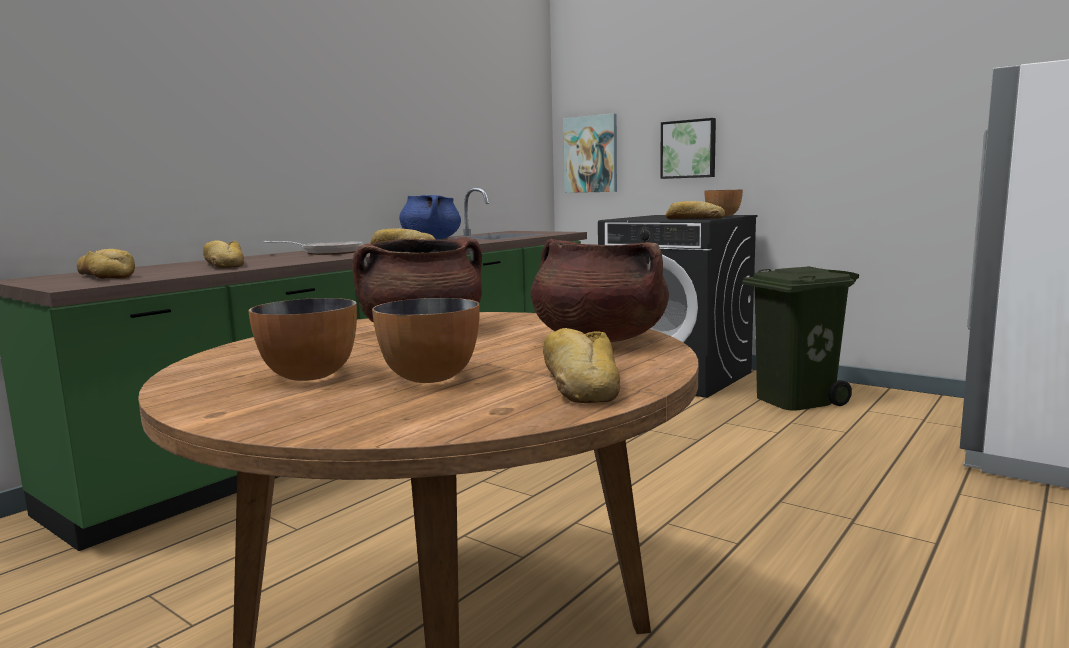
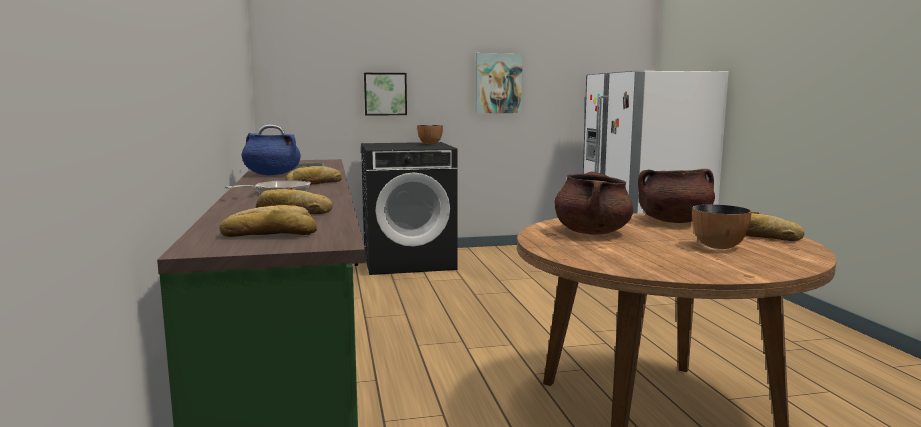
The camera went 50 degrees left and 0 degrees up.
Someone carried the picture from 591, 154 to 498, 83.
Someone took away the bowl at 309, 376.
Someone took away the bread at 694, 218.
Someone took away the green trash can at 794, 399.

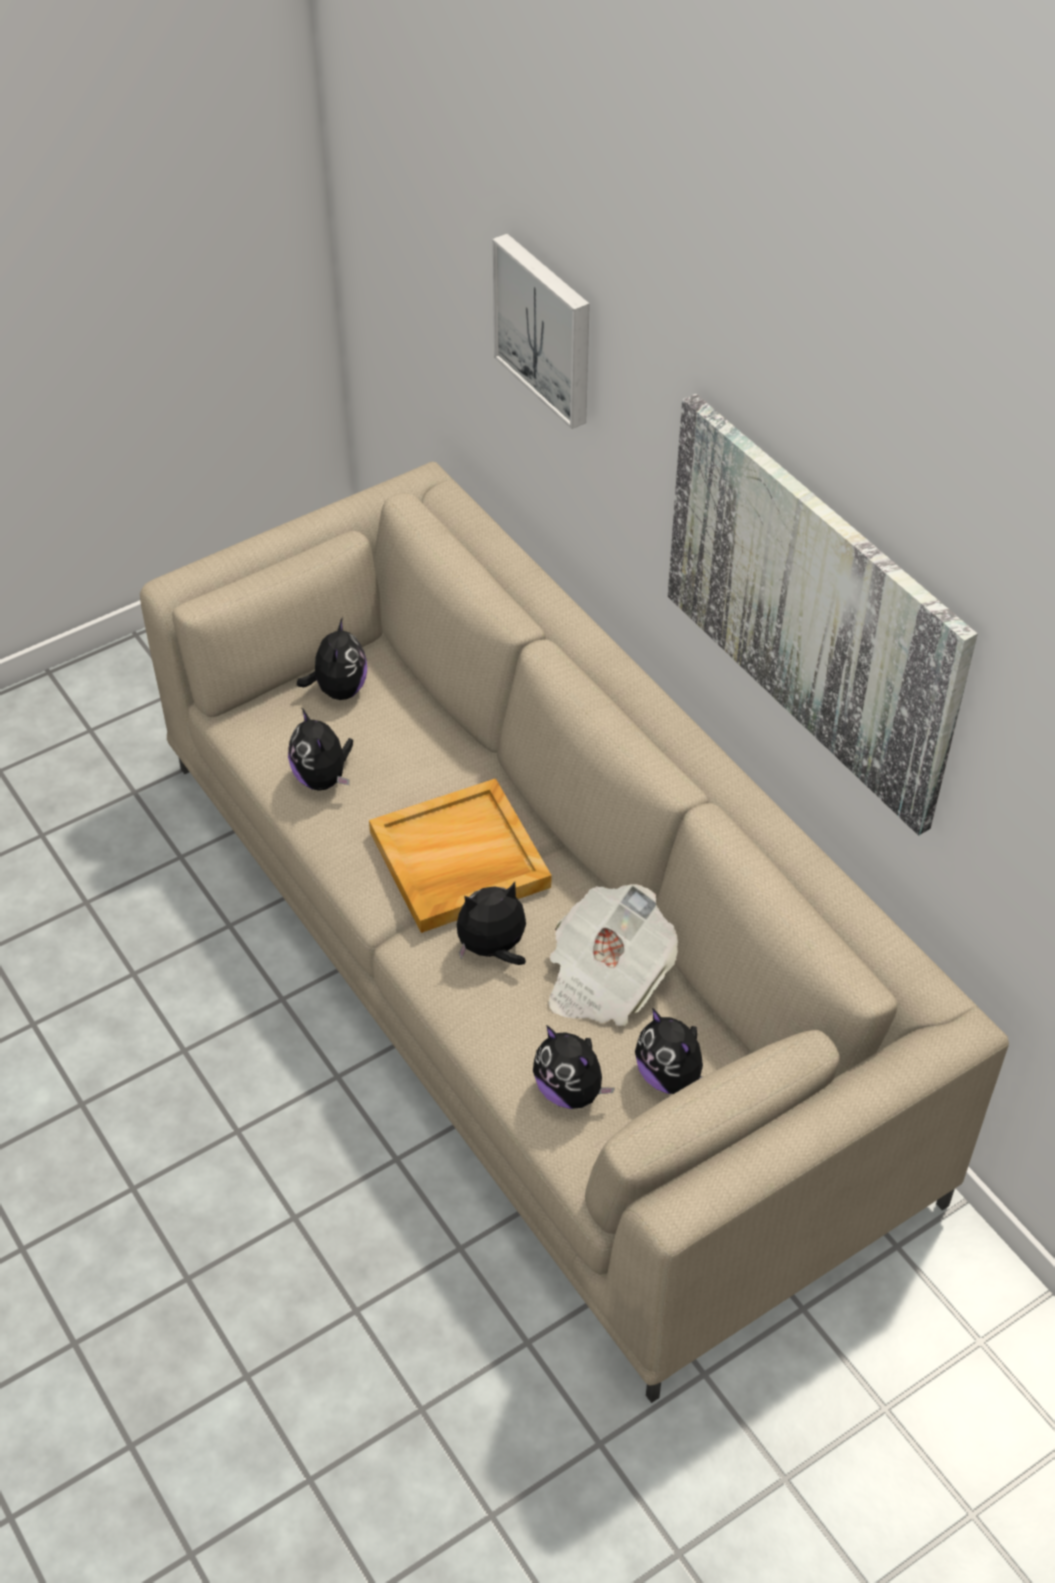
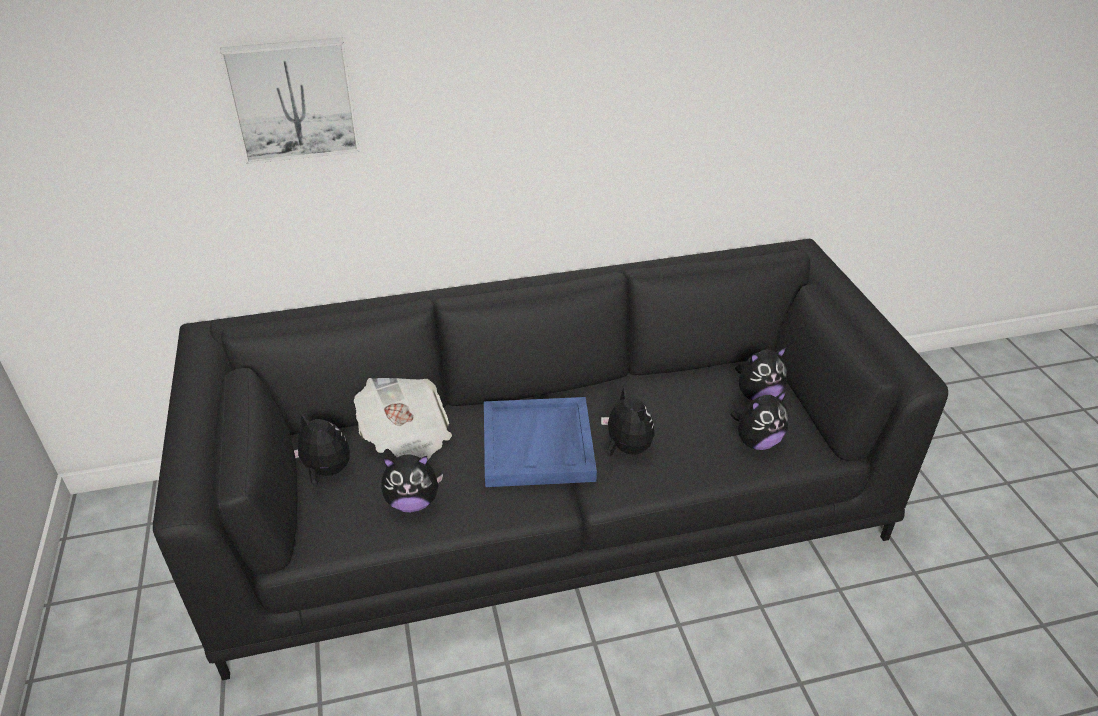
The camera went 70 degrees left and 10 degrees down.
Someone repainted the beige sofa at 529, 969, which became the black sofa at 549, 507.
Someone carried the newspaper from 605, 978 to 406, 437.
Someone repainted the beige tray at 458, 861, which became the blue tray at 539, 446.
Someone rotated the plush toy at 493, 949 by 150 degrees clockwise.
Someone took away the picture at 812, 609.

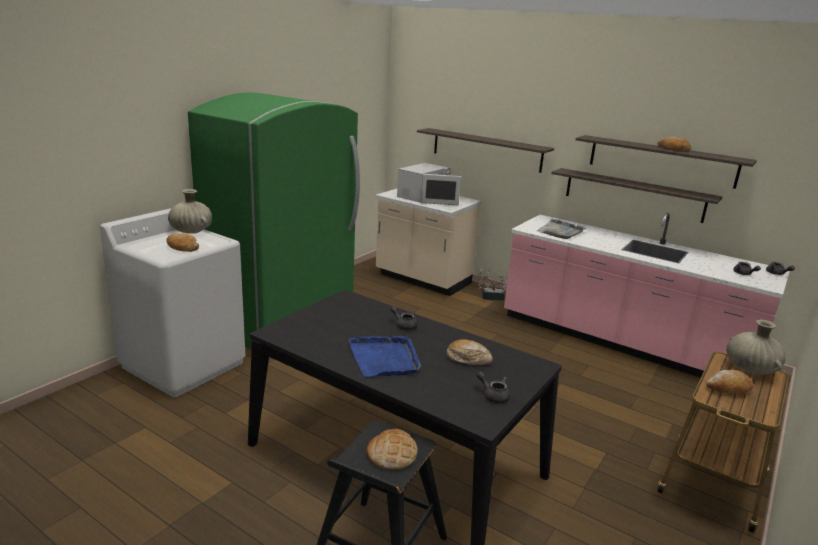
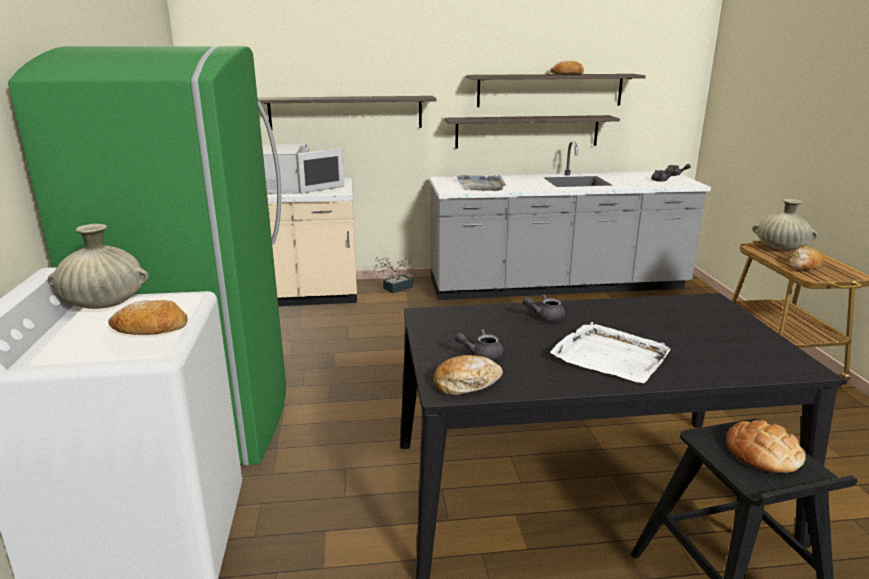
The camera went 40 degrees left and 0 degrees up.
Someone repainted the pink counter at 622, 342, which became the grey counter at 557, 285.
Someone carried the bread from 468, 359 to 467, 383.
Someone carried the grey teapot from 493, 395 to 481, 355.
Someone repainted the blue tray at 385, 358, which became the white tray at 610, 356.

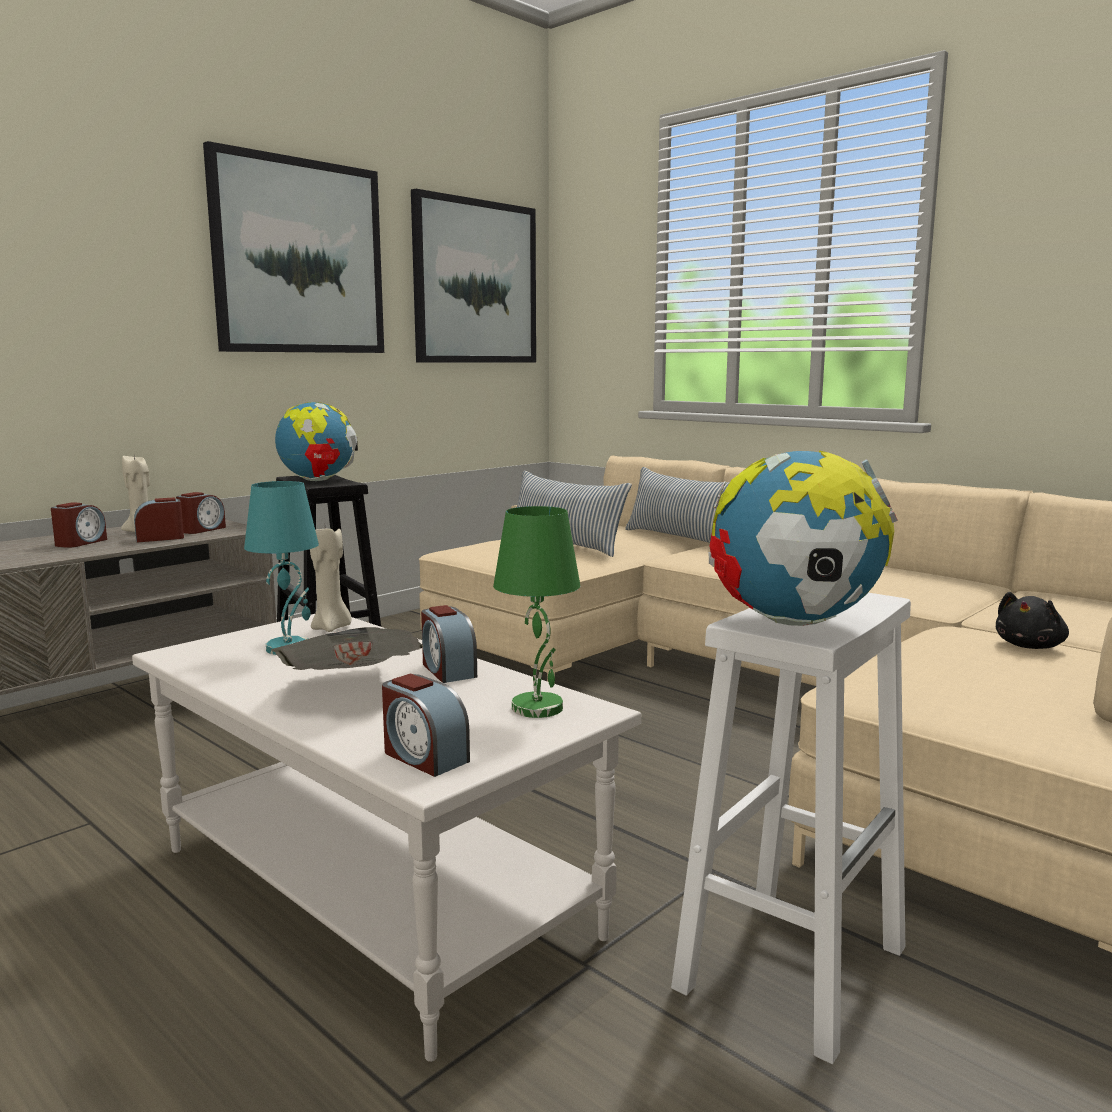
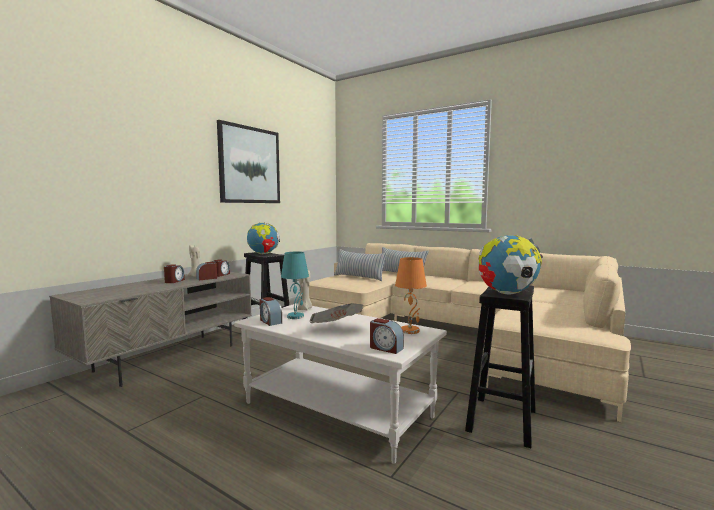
The camera went 10 degrees left and 5 degrees down.
Someone carried the alarm clock from 447, 670 to 270, 321.
Someone repainted the green table lamp at 539, 708, which became the orange table lamp at 410, 331.
Someone repainted the white stool at 793, 965, which became the black stool at 501, 419.
Someone took away the picture at 475, 282.
Someone took away the black plush toy at 1030, 646.

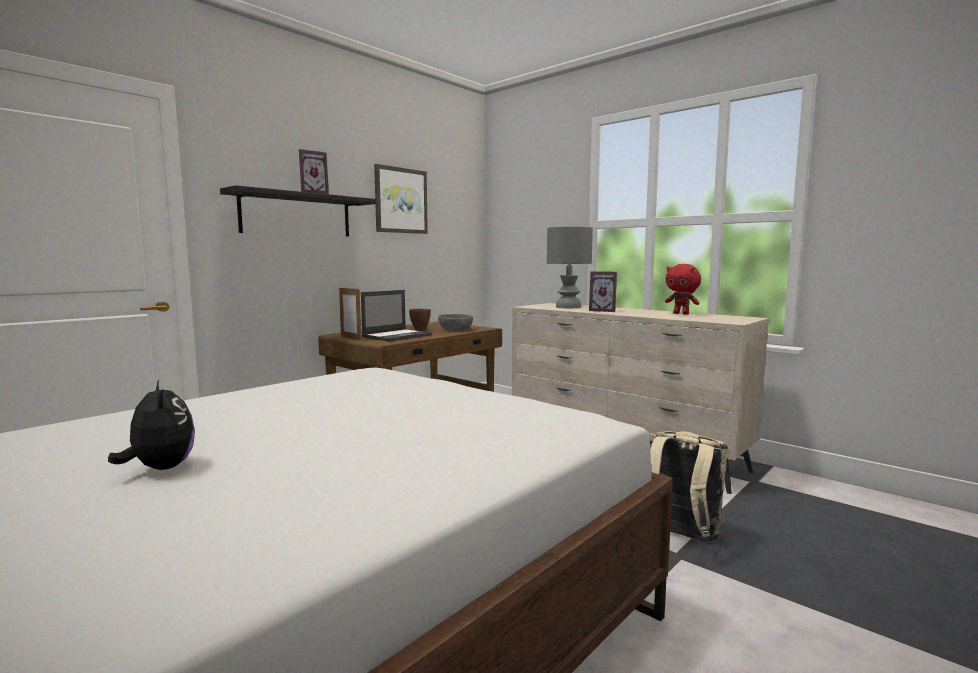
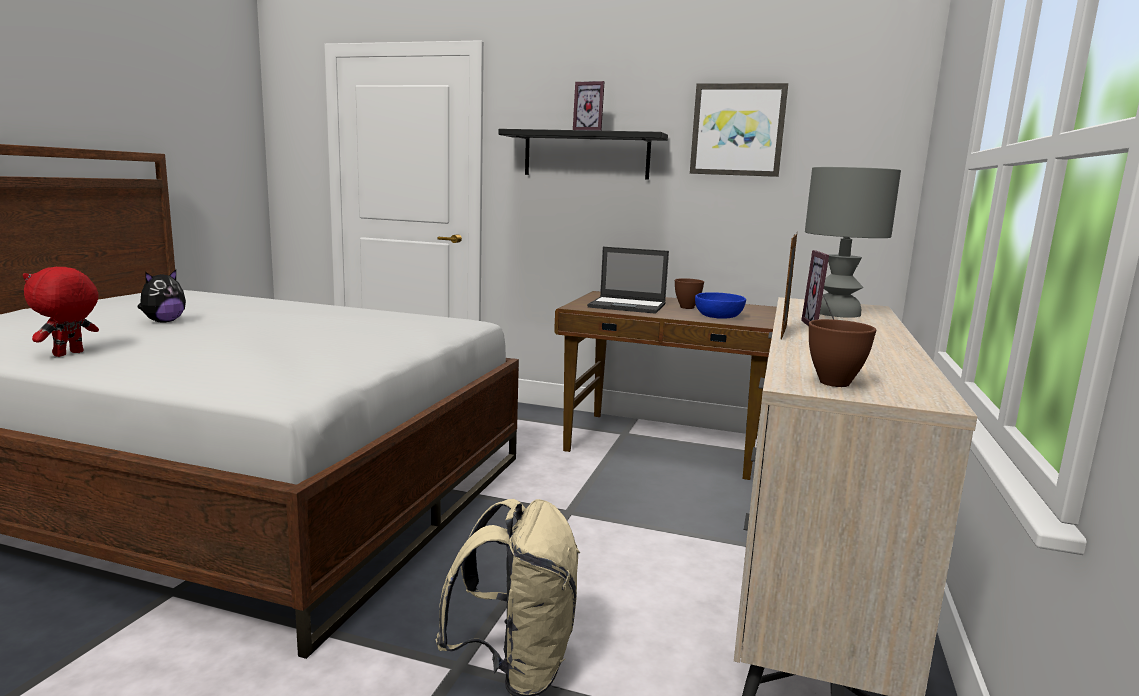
The camera went 65 degrees right and 5 degrees up.
Someone carried the red plush toy from 681, 314 to 69, 354.
Someone repainted the grey bowl at 456, 329, which became the blue bowl at 718, 316.
Someone carried the picture frame from 351, 338 to 783, 332.
Someone put down the brown bowl at 833, 383.

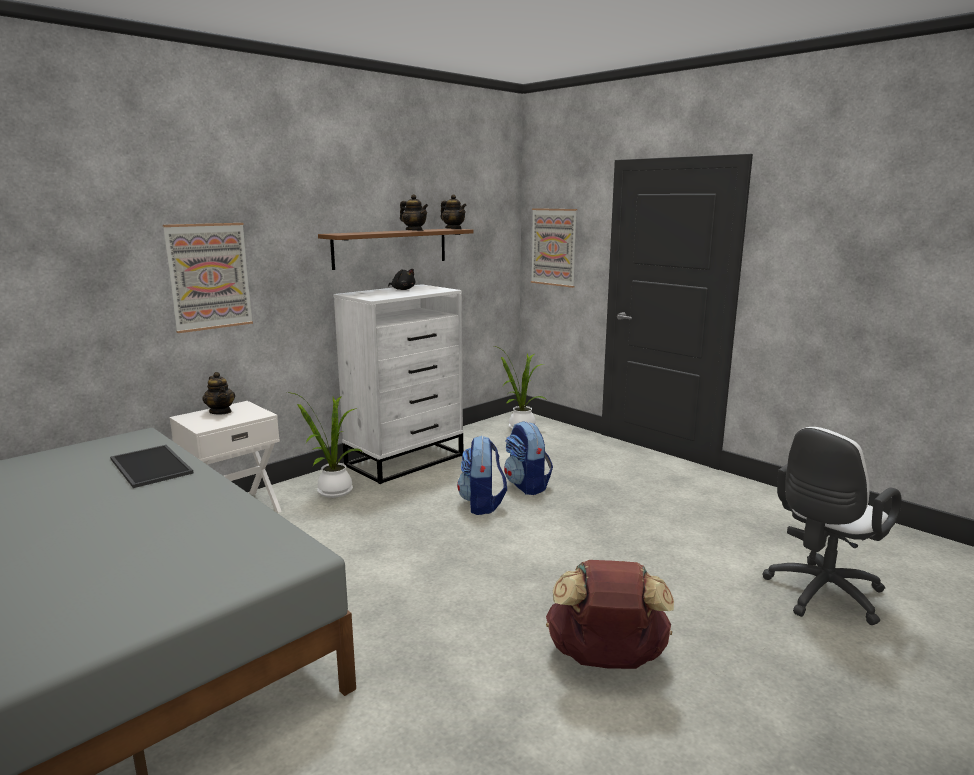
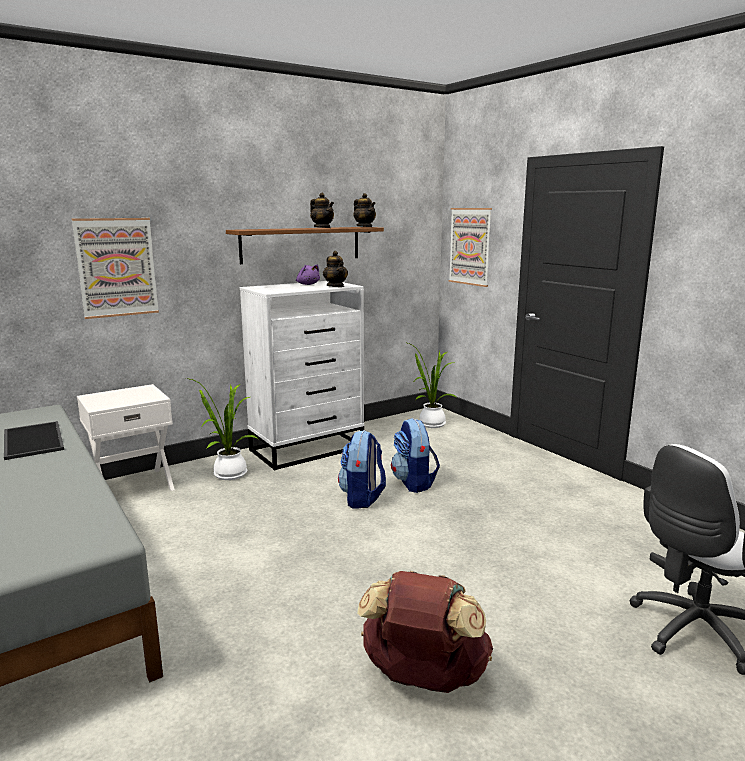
The camera went 10 degrees right and 0 degrees up.
Someone repainted the black plush toy at 402, 289, which became the purple plush toy at 307, 284.
Someone carried the teapot from 220, 412 to 335, 286.

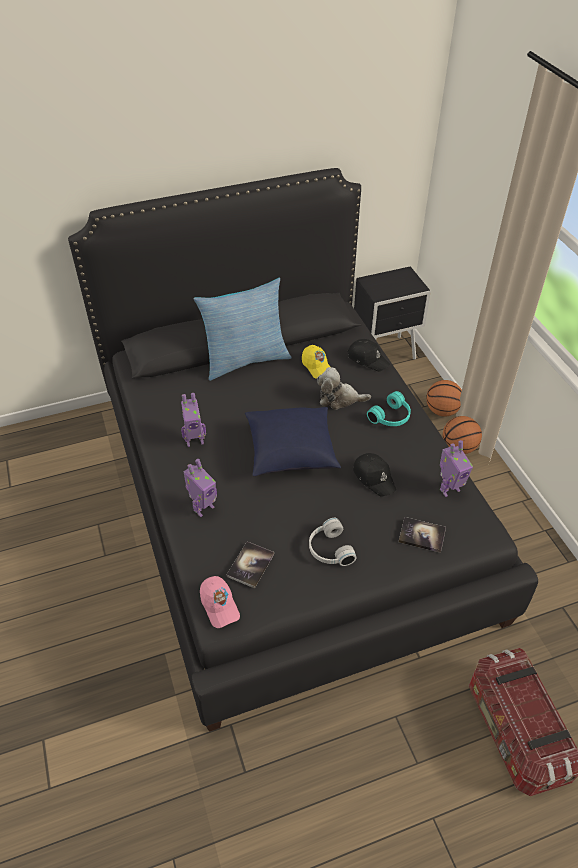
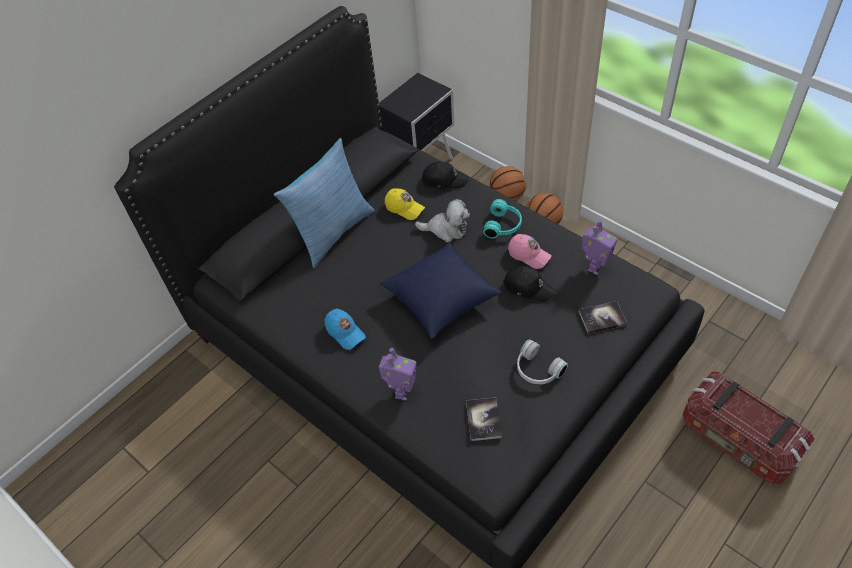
The camera went 25 degrees left and 5 degrees up.
Someone swapped the toy robot at 194, 440 for the blue cap at 345, 332.
Someone rotated the plush toy at 339, 399 by 150 degrees counterclockwise.
Someone carried the pink cap from 219, 606 to 529, 255.

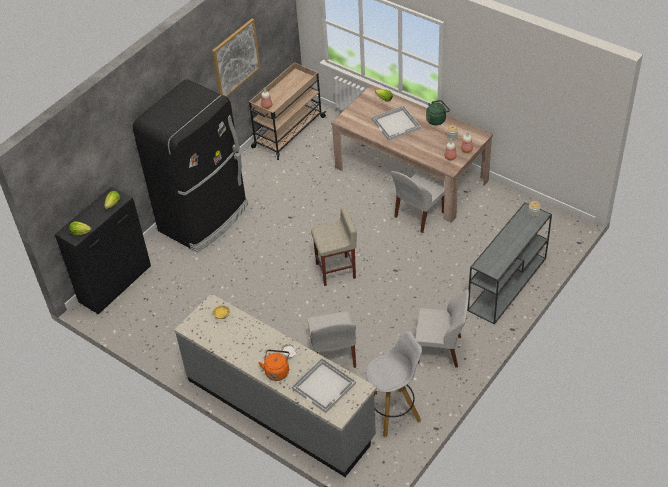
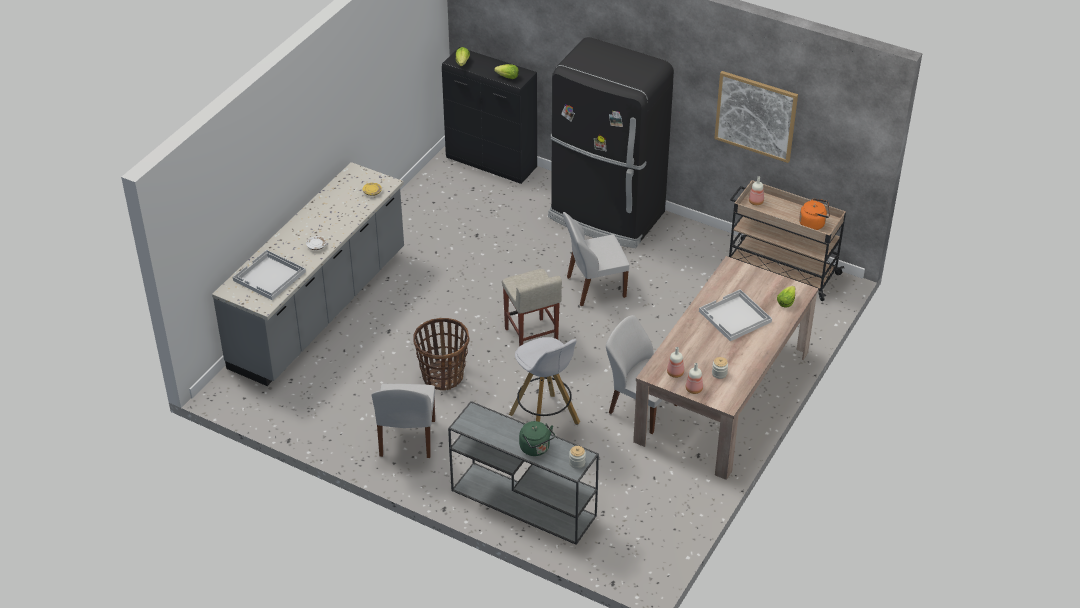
The camera went 80 degrees right and 5 degrees down.
Someone put down the basket at 443, 376.
Someone carried the white stool from 393, 412 to 545, 419.
Someone carried the green kettle from 437, 119 to 536, 449.
Someone carried the white chair from 333, 356 to 594, 287.
Someone carried the orange kettle from 277, 371 to 813, 224.

